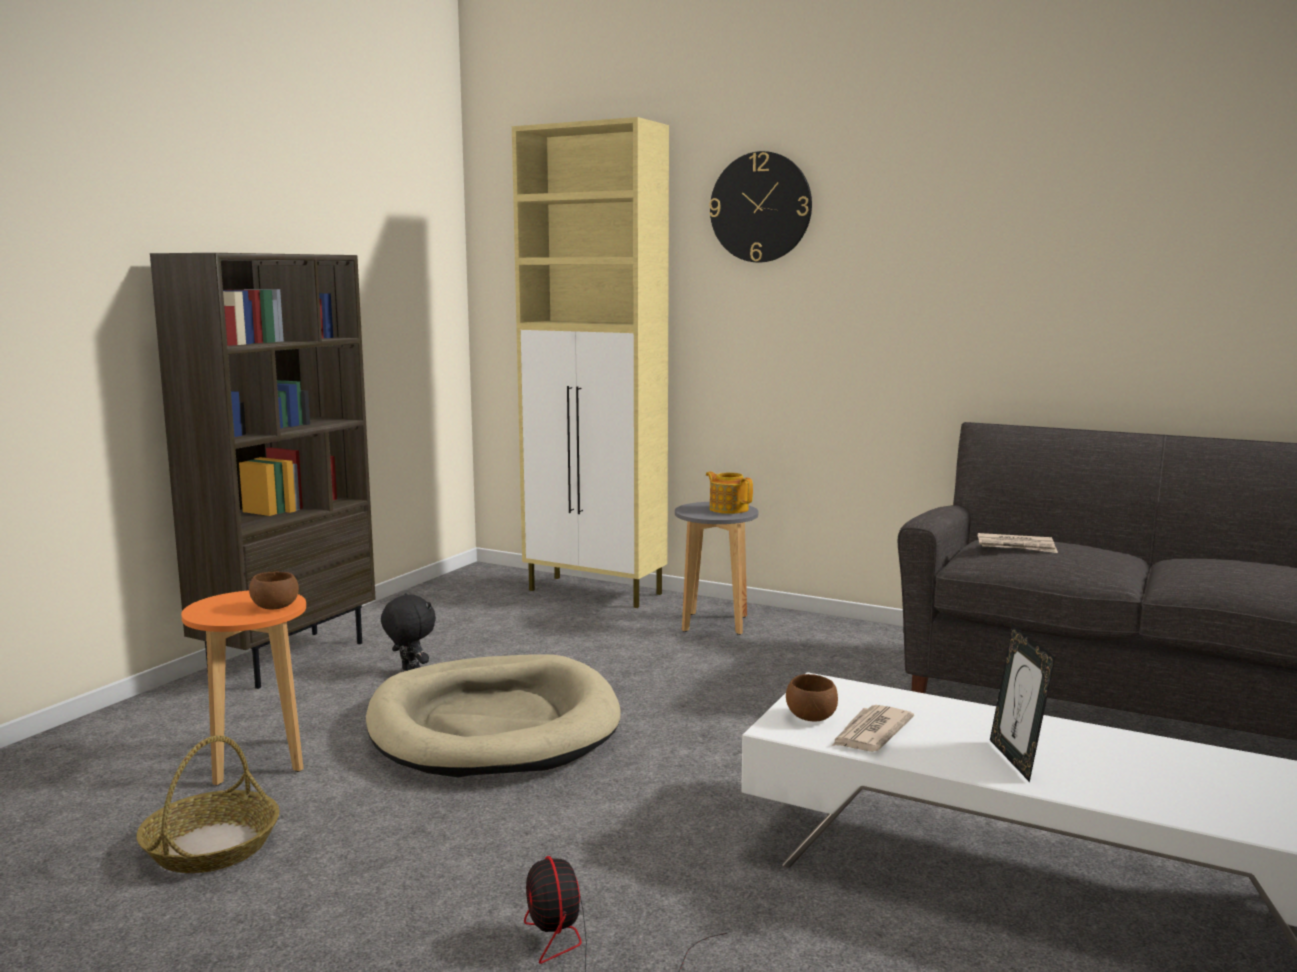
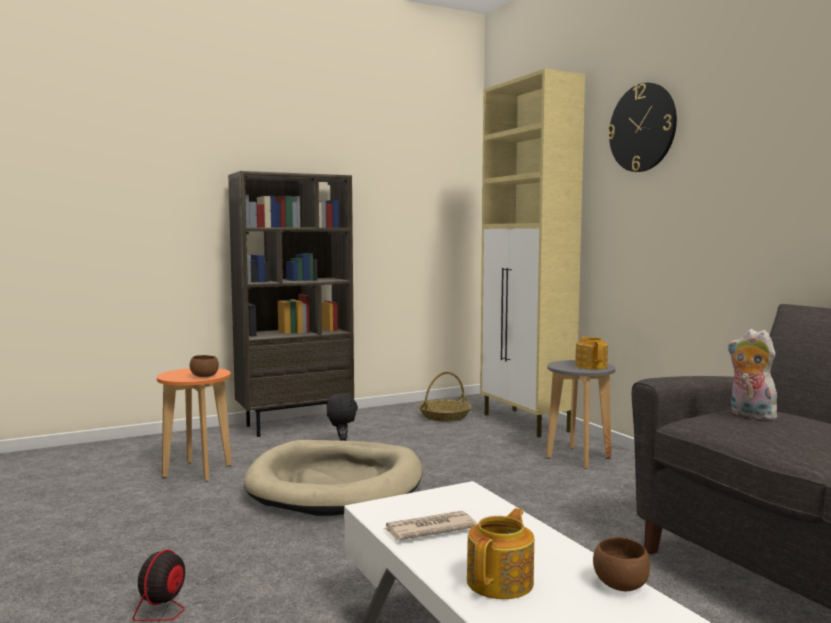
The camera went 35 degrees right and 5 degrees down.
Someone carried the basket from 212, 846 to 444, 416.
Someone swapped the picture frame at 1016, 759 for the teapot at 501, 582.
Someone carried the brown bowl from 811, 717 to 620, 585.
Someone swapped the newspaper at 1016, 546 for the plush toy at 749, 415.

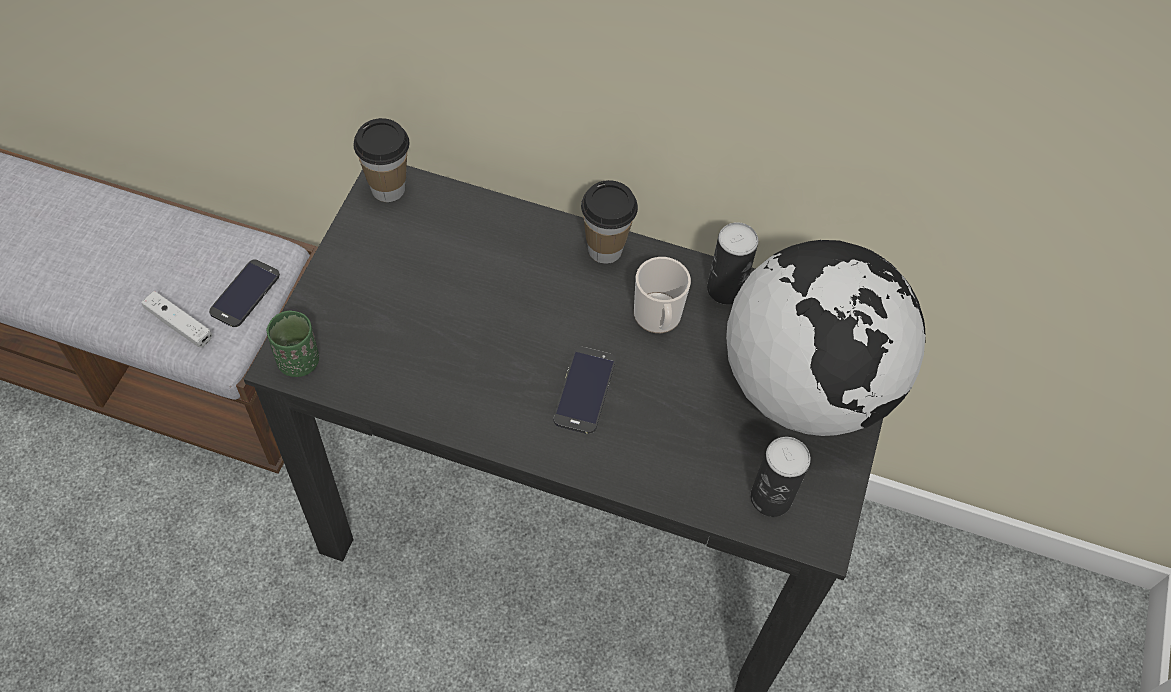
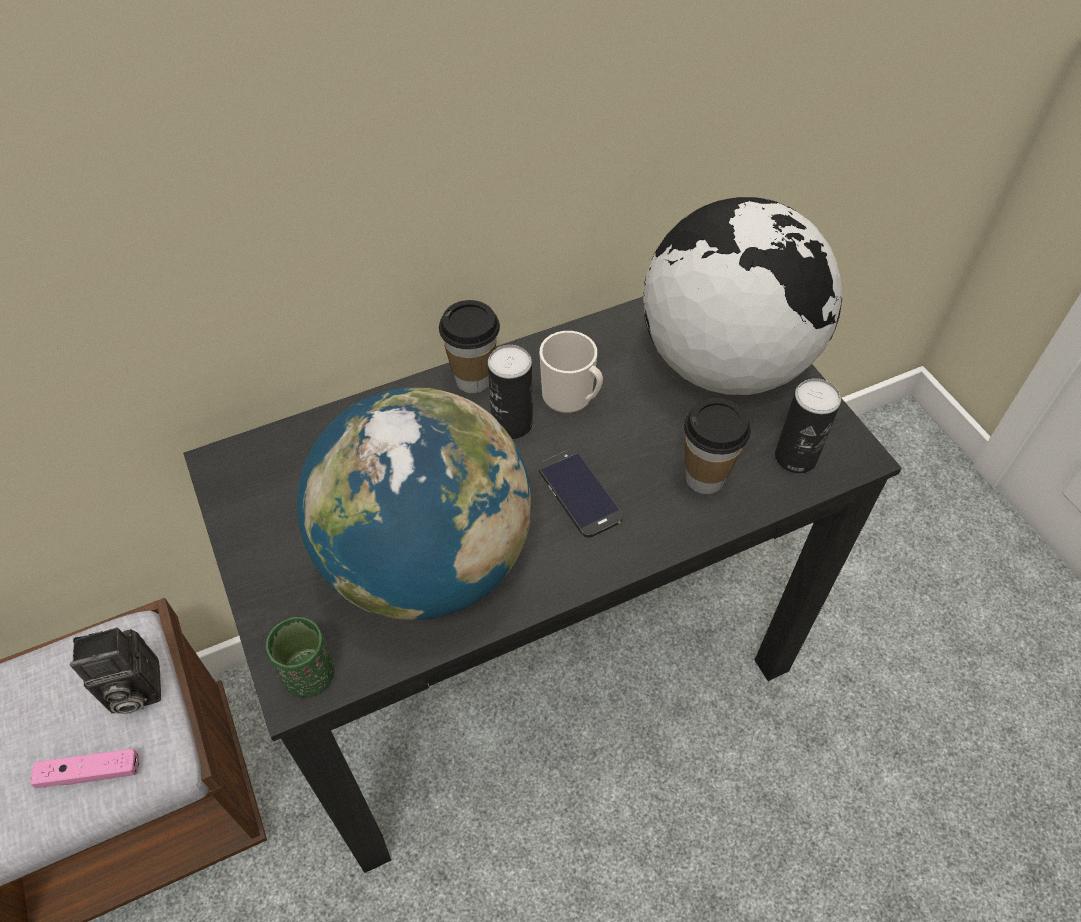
The camera went 40 degrees left and 5 degrees down.
Someone repainted the white game controller at 179, 324, which became the pink game controller at 90, 772.
Someone swapped the phone at 245, 293 for the photo camera at 132, 691.
Someone put down the globe at 427, 561.
Someone carried the can from 725, 289 to 512, 423.
Someone carried the cup from 388, 189 to 705, 477.

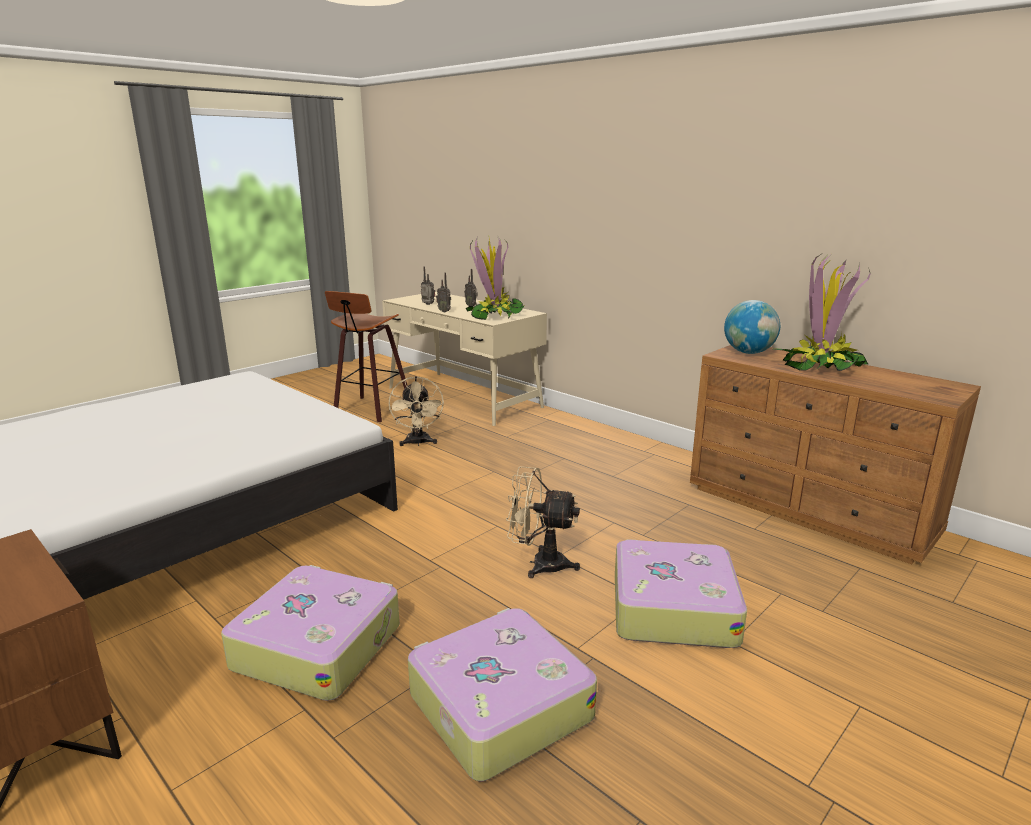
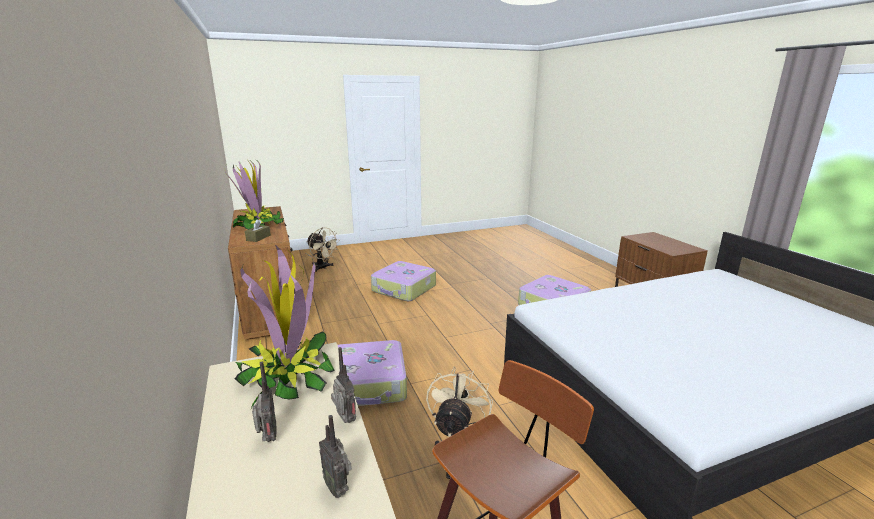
The camera went 155 degrees left and 0 degrees up.
Someone swapped the globe at 748, 352 for the brown tissue box at 258, 238.
Someone carried the beige fan from 539, 564 to 323, 268.
Someone carried the suitcase from 498, 705 to 369, 384.

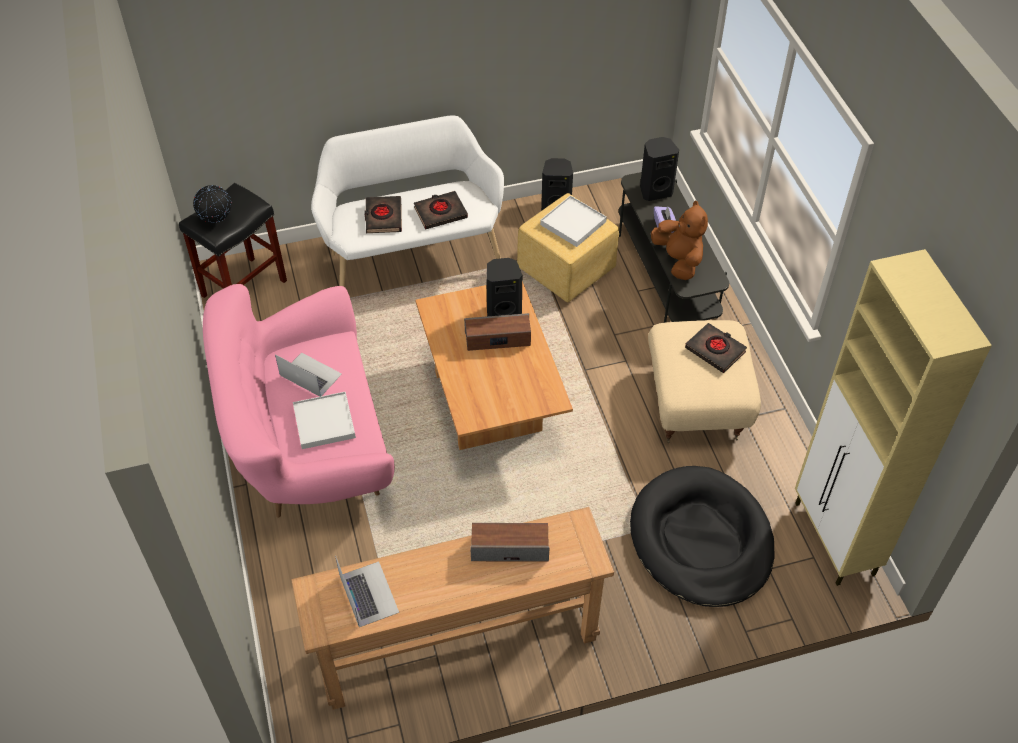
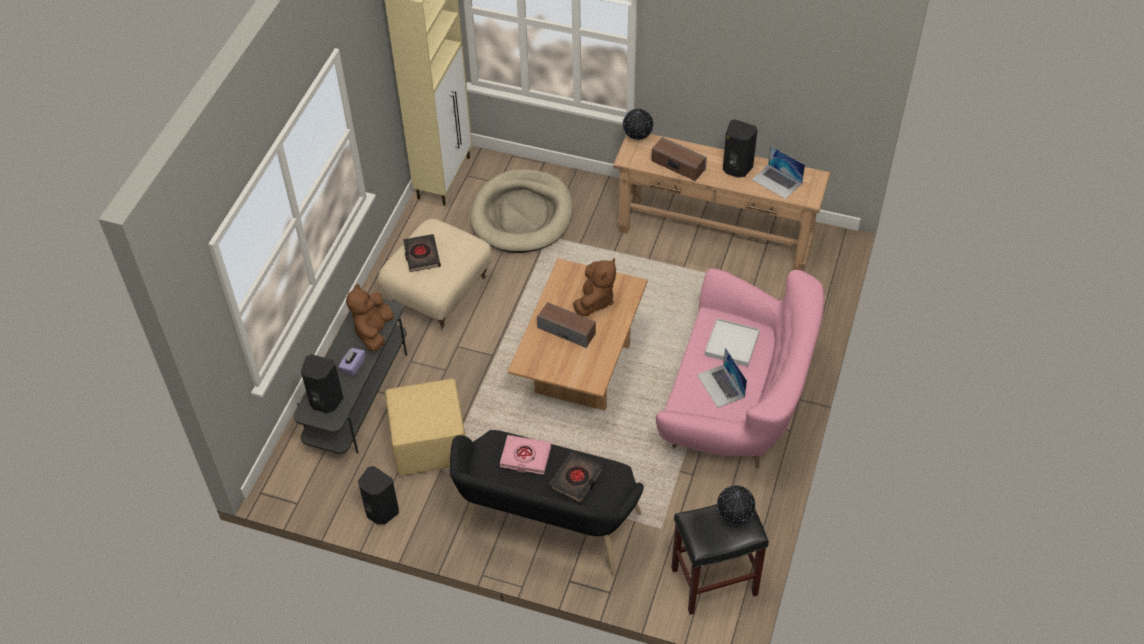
The camera went 145 degrees left and 0 degrees up.
Someone repainted the white bench at 412, 259, which became the black bench at 546, 528.
Someone repainted the black dog bed at 701, 540, which became the beige dog bed at 522, 215.
Someone repainted the black book at 440, 213, which became the pink book at 525, 457.
Someone put down the brown plush toy at 595, 300.
Someone put down the globe at 637, 138.
Someone carried the black speaker from 503, 313 to 736, 168.
Someone rotated the laptop at 368, 593 by 60 degrees counterclockwise.
Someone took away the white tray at 573, 223.

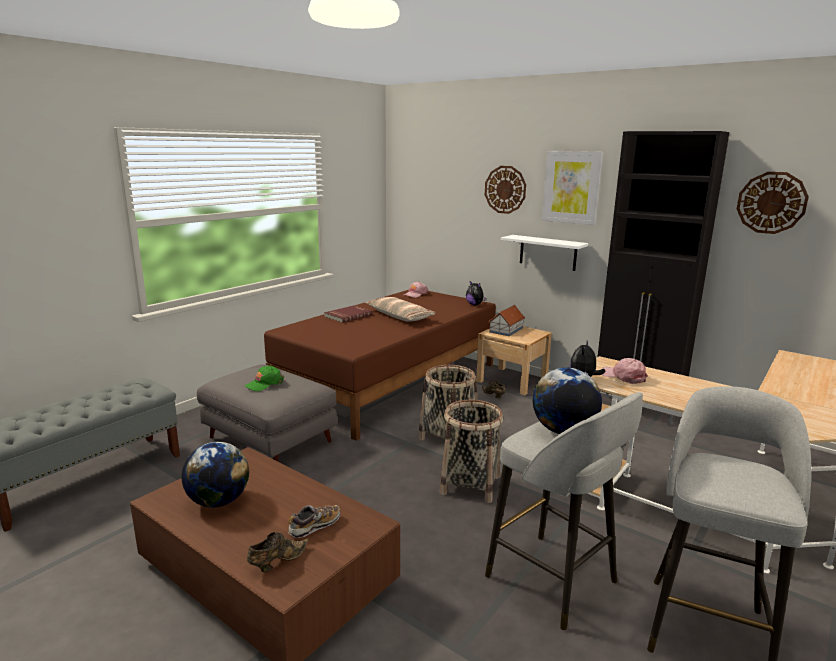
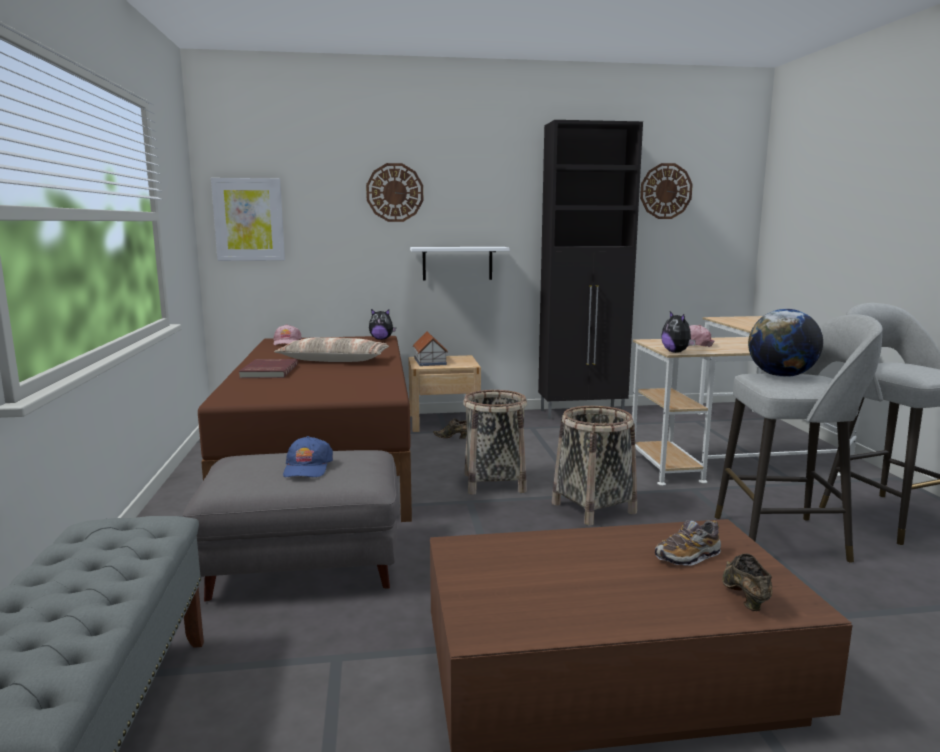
The camera went 45 degrees left and 5 degrees down.
Someone carried the picture from 571, 187 to 249, 219.
Someone repainted the green cap at 264, 384, which became the blue cap at 307, 467.
Someone rotated the shoe at 314, 526 by 120 degrees counterclockwise.
Someone took away the globe at 218, 501.

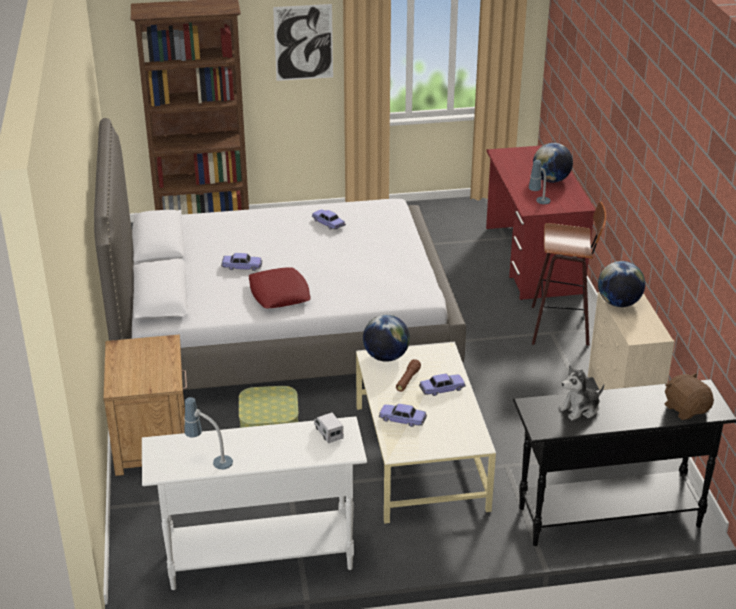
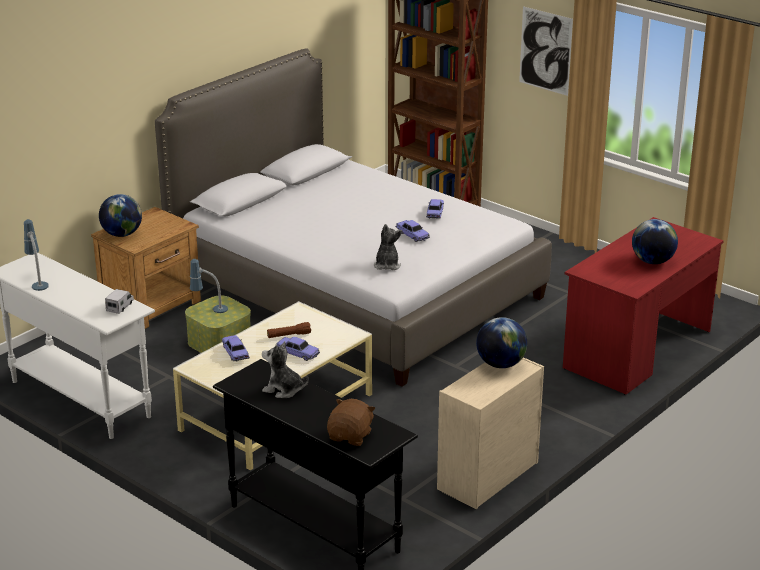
The camera went 50 degrees right and 5 degrees down.
Someone carried the globe from 386, 357 to 122, 234.
Someone carried the table lamp from 538, 205 to 209, 310.
Someone put down the plush toy at 387, 265.
Someone carried the toy car from 242, 267 to 412, 235.
Someone took away the red pillow at 279, 294.
Someone took away the stool at 562, 326.

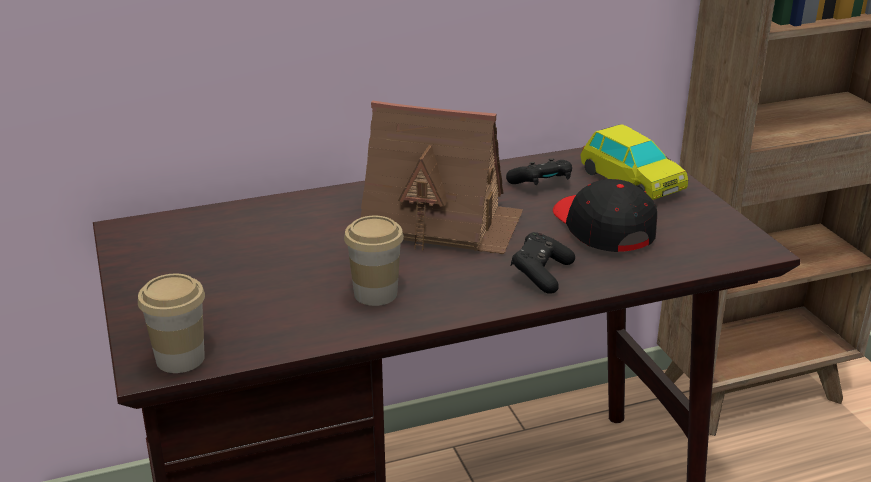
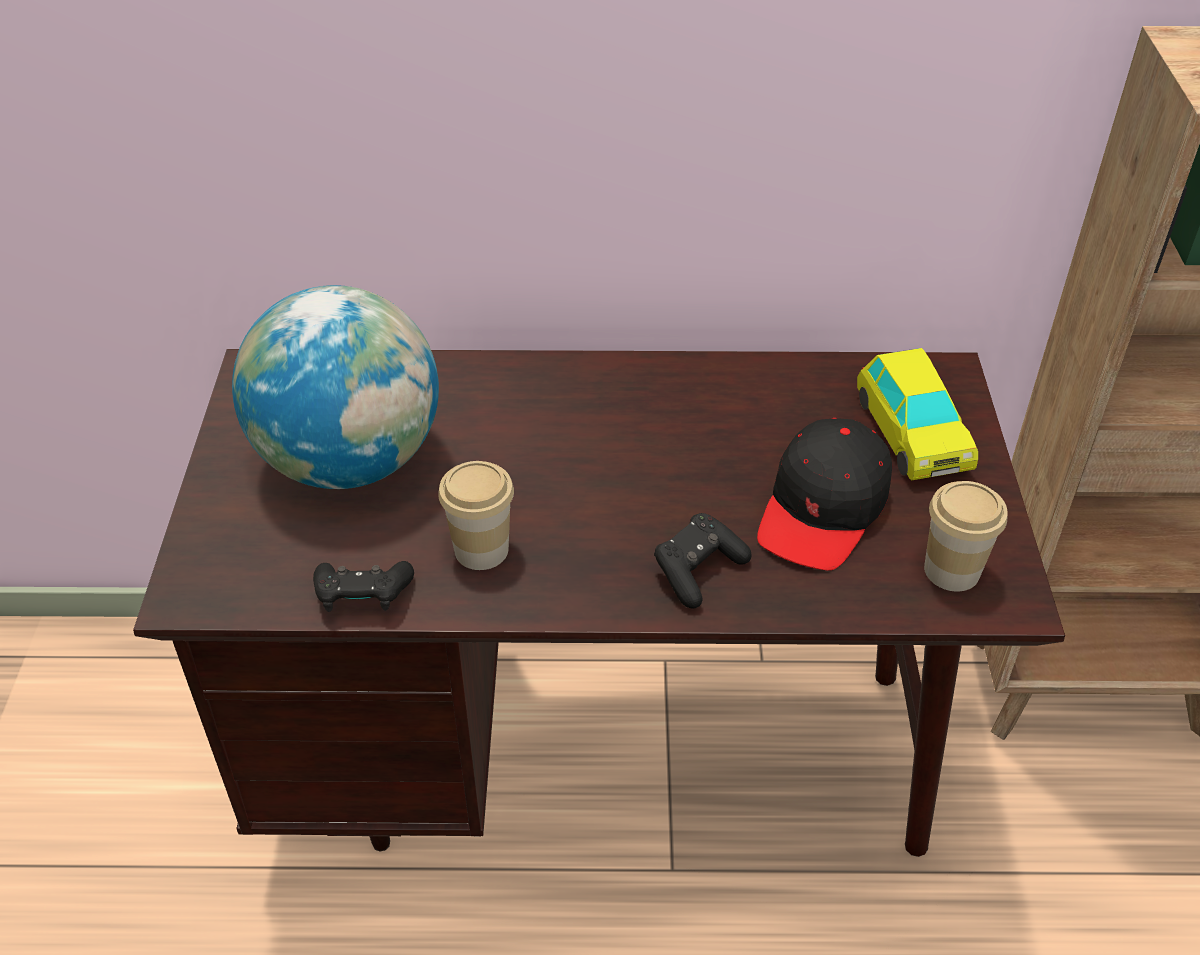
The camera went 20 degrees right and 15 degrees up.
Someone put down the globe at 350, 461.
Someone carried the black game controller from 541, 185 to 363, 598.
Someone rotated the black cap at 602, 228 by 150 degrees counterclockwise.
Someone carried the cup from 180, 358 to 951, 570.
Someone took away the toy house at 442, 223.

